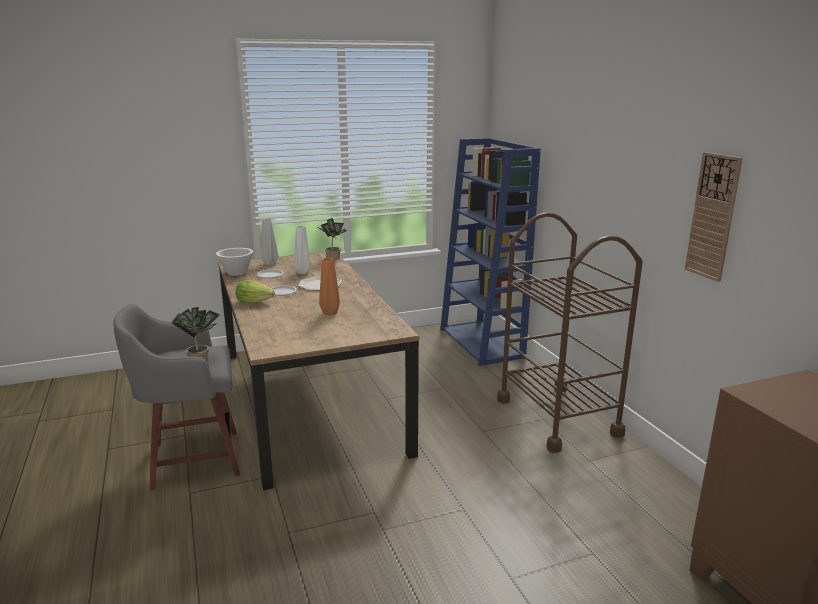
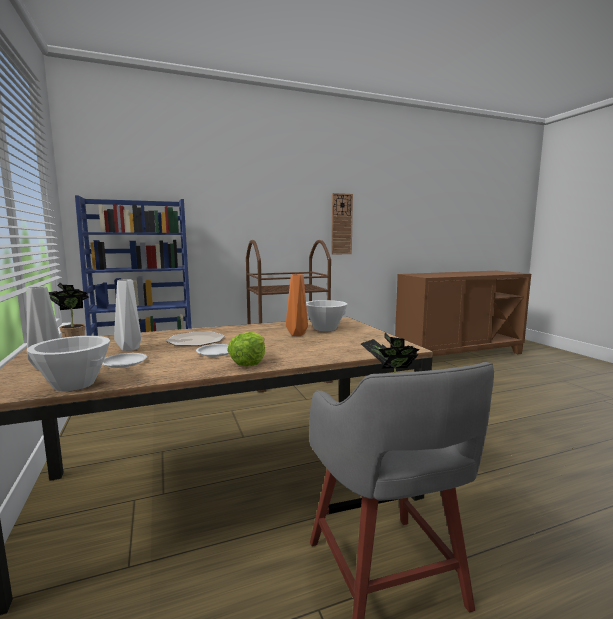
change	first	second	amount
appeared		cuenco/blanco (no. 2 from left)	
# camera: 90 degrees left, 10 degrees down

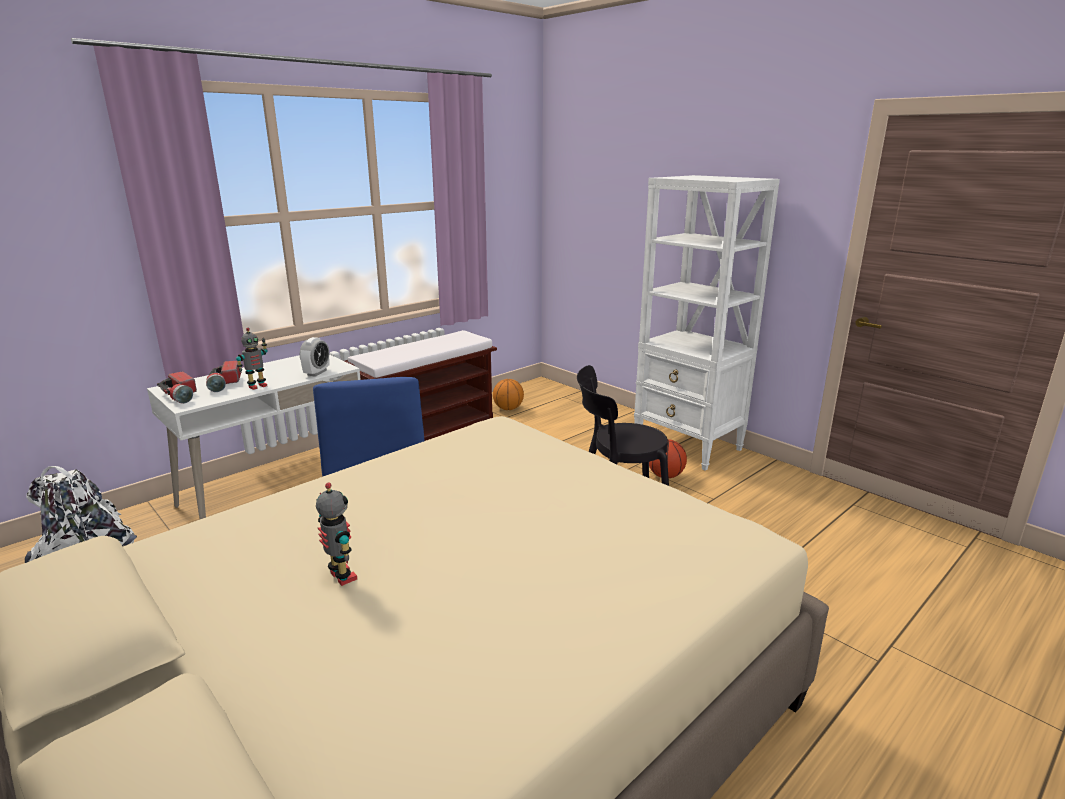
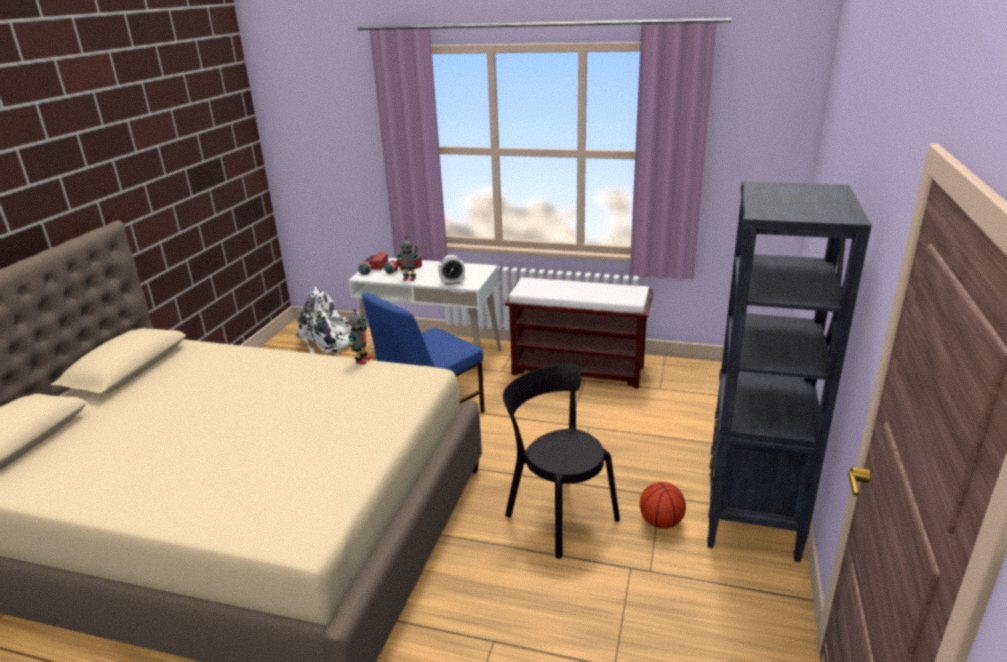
change	first	second	amount
relocated	robot de juguete (no. 2 from left in the first image)	robot de juguete (no. 1 from left)	
colour	estantería/blanco	estantería/negro	
missing	balón de baloncesto (no. 1 from left)		
# camera: 60 degrees right, 5 degrees up

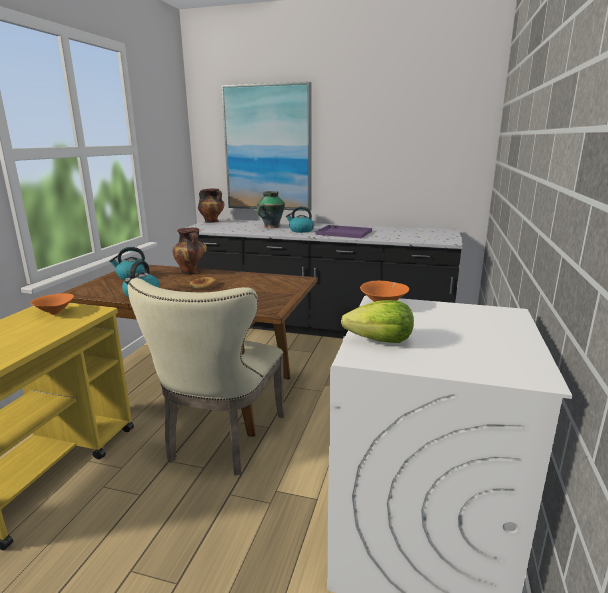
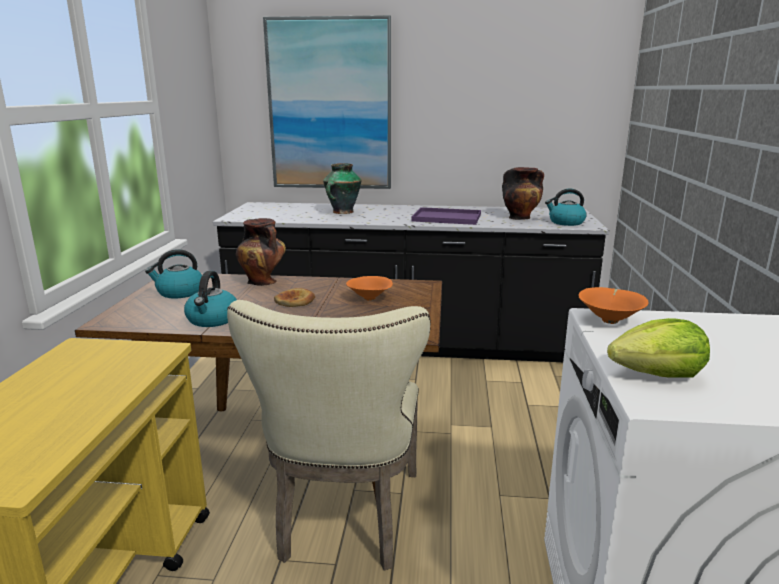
change	first	second	amount
relocated	cuenco/naranja (no. 1 from left)		
relocated	florero (no. 2 from left in the first image)	florero (no. 3 from left)	
relocated	hervidor (no. 3 from left)		
# camera: 10 degrees left, 0 degrees up

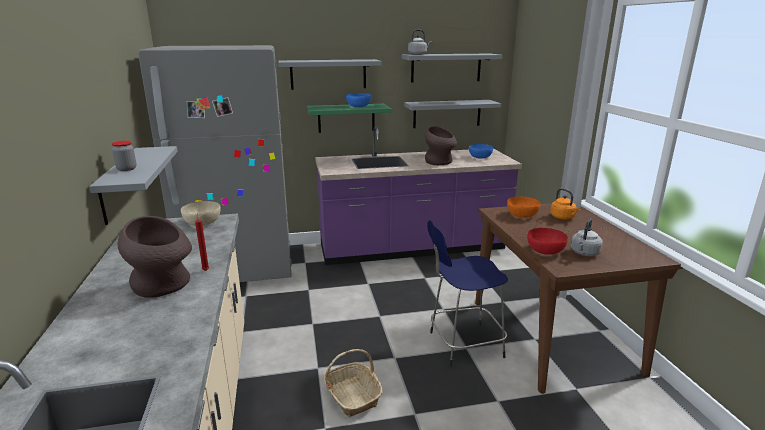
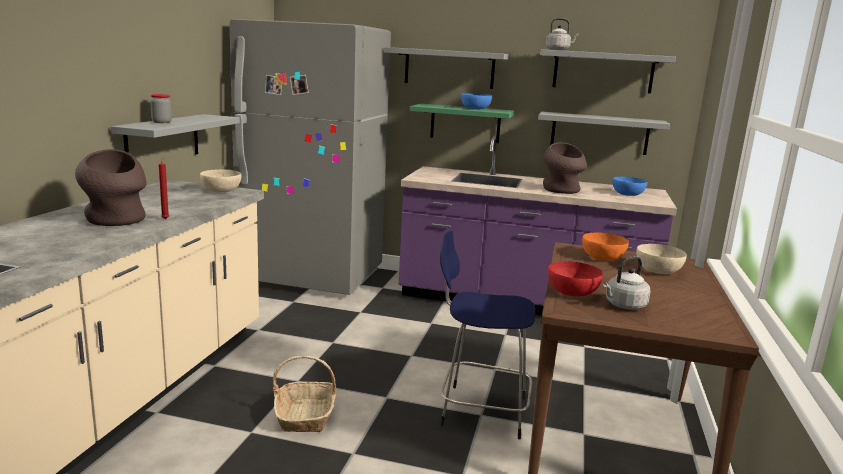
change	first	second	amount
exchanged	hervidor/naranja	cuenco/beis (no. 2 from left)	
# camera: 25 degrees right, 5 degrees down

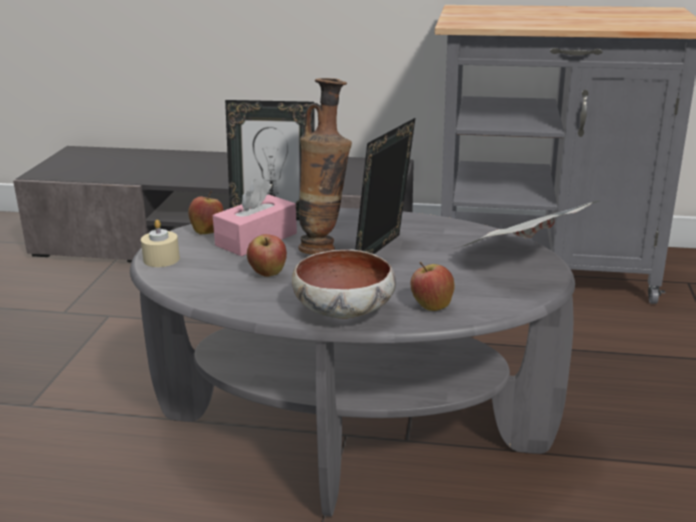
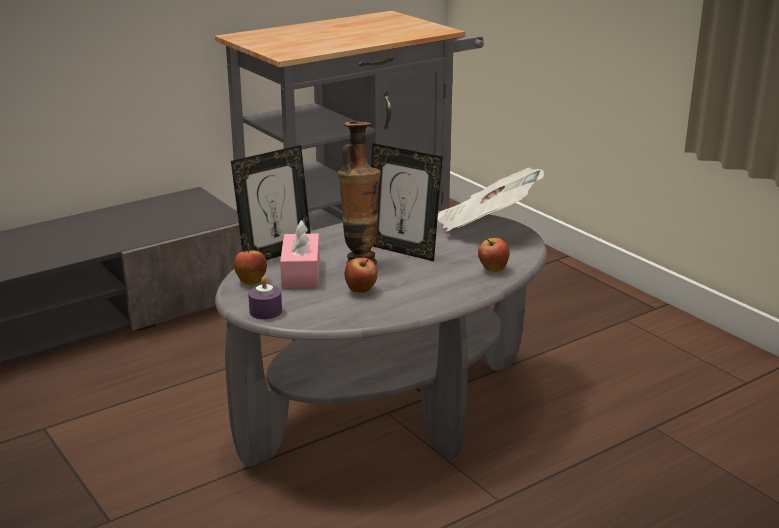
change	first	second	amount
colour	vela/beis	vela/morado	
spun	portarretratos (no. 2 from left)		45 degrees counterclockwise
missing	cuenco		
# camera: 45 degrees left, 0 degrees up

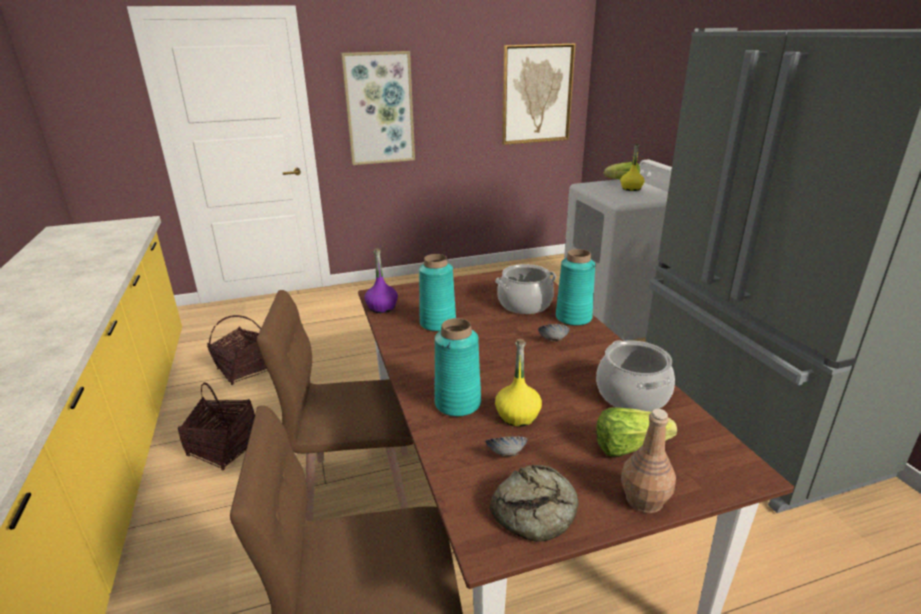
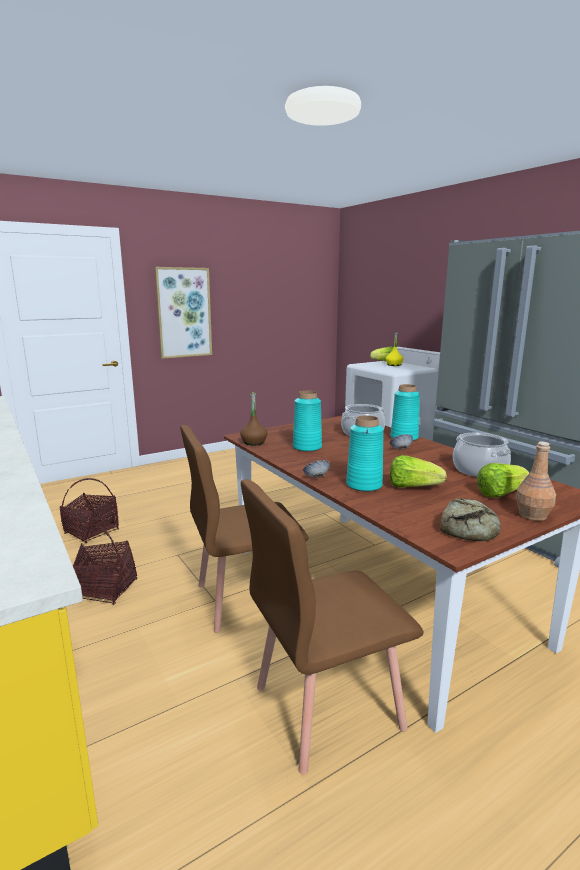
change	first	second	amount
colour	botella/morado	botella/marrón (no. 1 from left)	
relocated	cuenco (no. 1 from left)		
exchanged	botella/amarillo (no. 1 from left)	lechuga (no. 2 from left)	
missing	cuadro (no. 2 from left)		
# camera: 15 degrees left, 10 degrees down

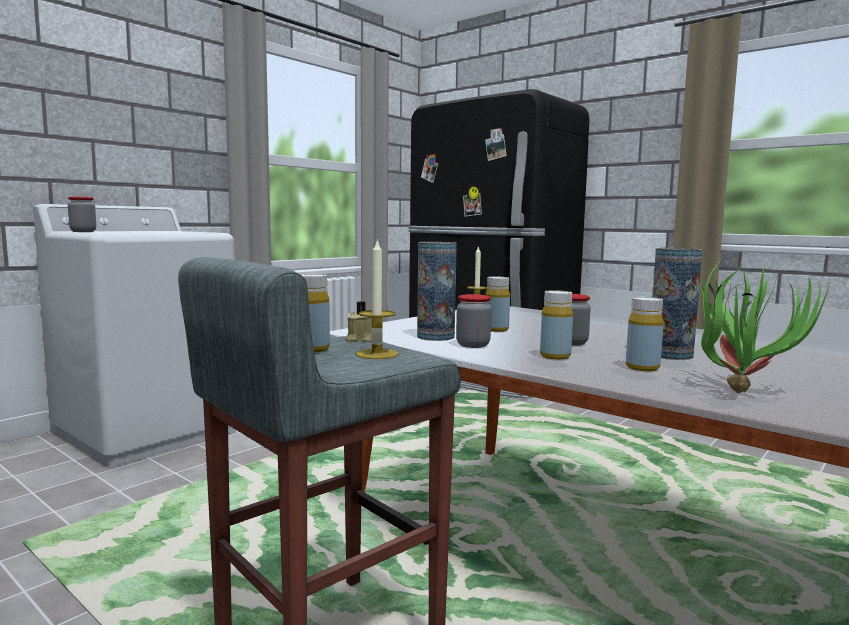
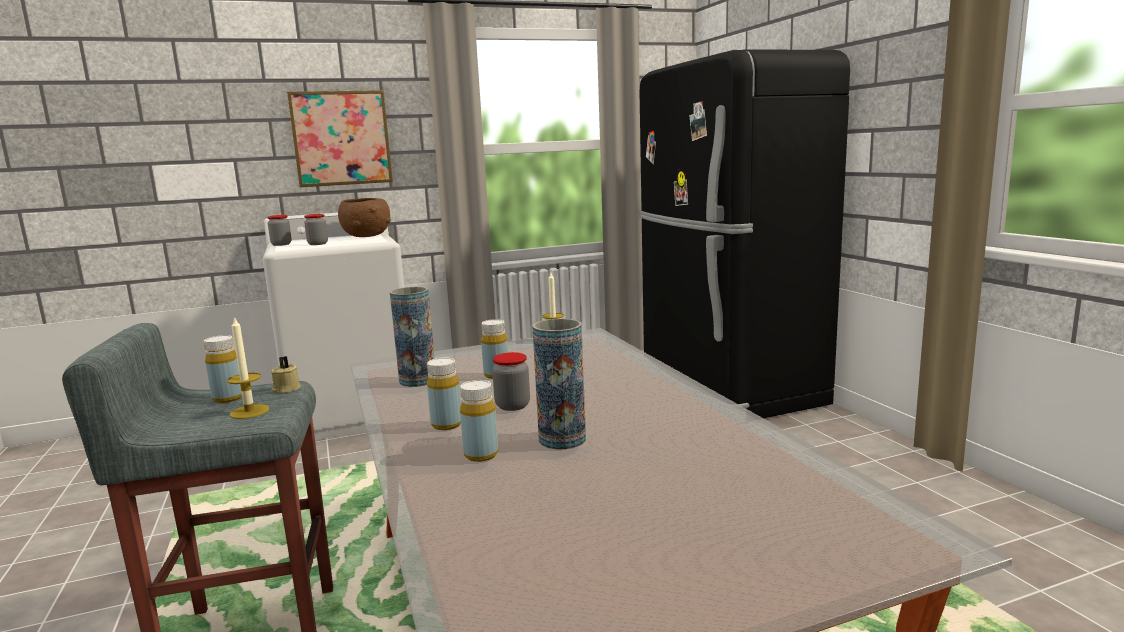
change	first	second	amount
appeared		cuadro	
relocated	tarro (no. 2 from left)		
appeared		cuenco/marrón	
missing	planta en maceta		
# camera: 30 degrees right, 5 degrees up

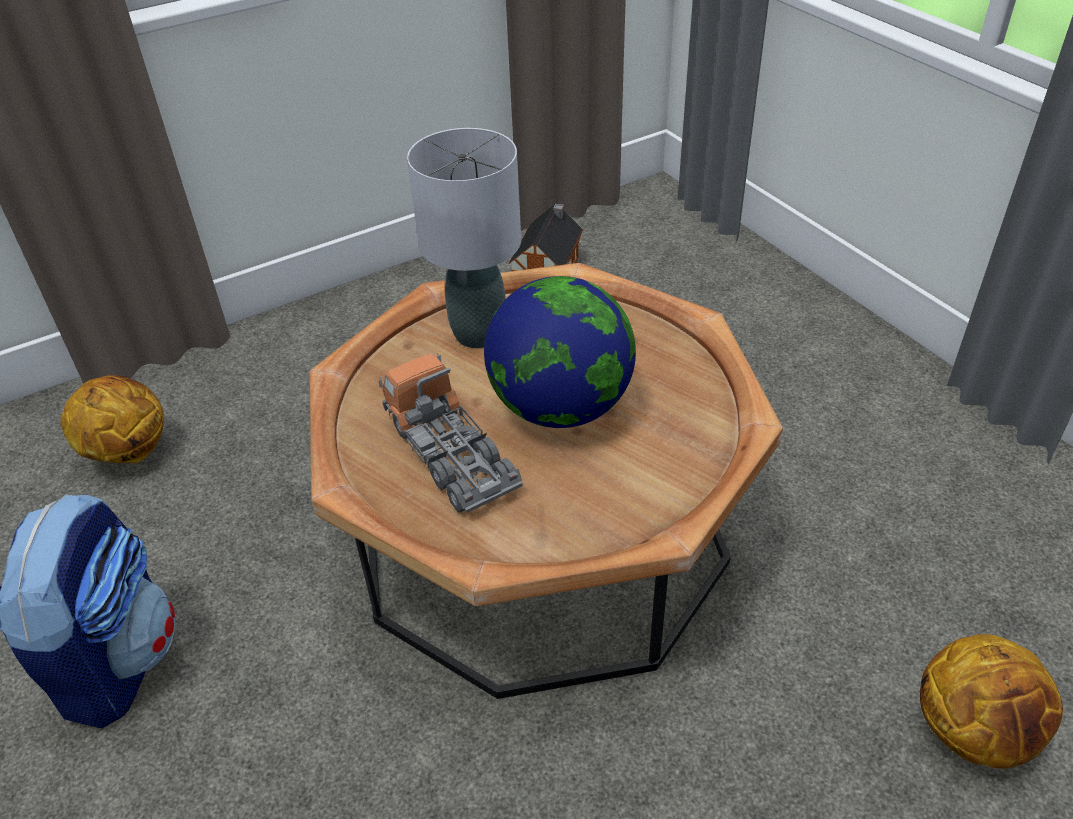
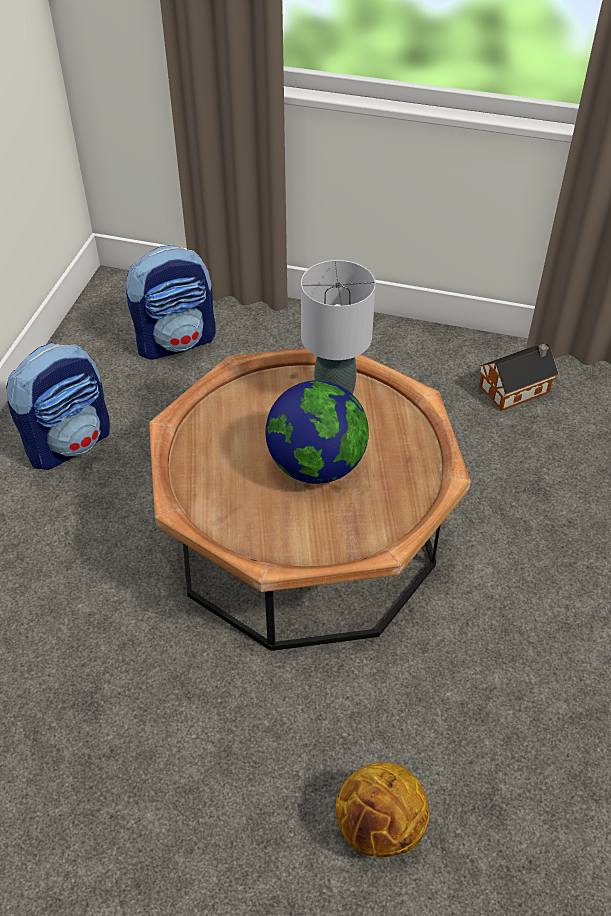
change	first	second	amount
exchanged	balón de baloncesto (no. 1 from left)	mochila (no. 2 from left)	
missing	camión de juguete		
# camera: 45 degrees right, 5 degrees up

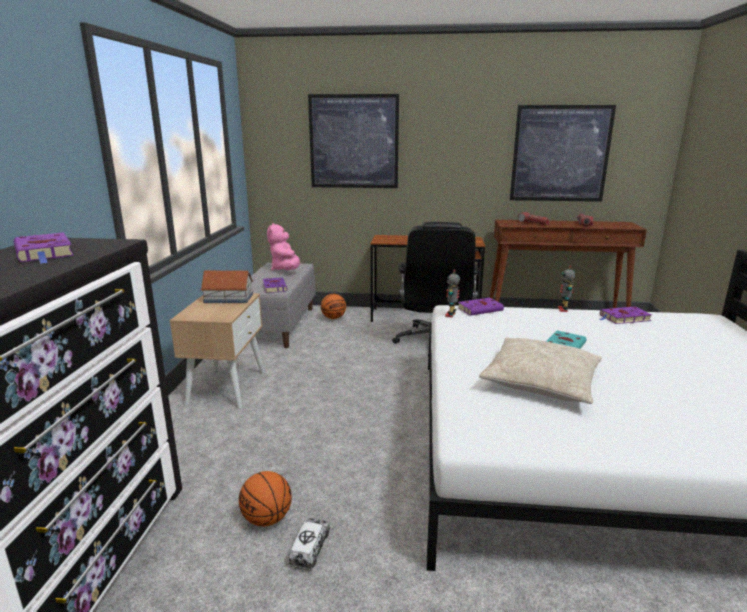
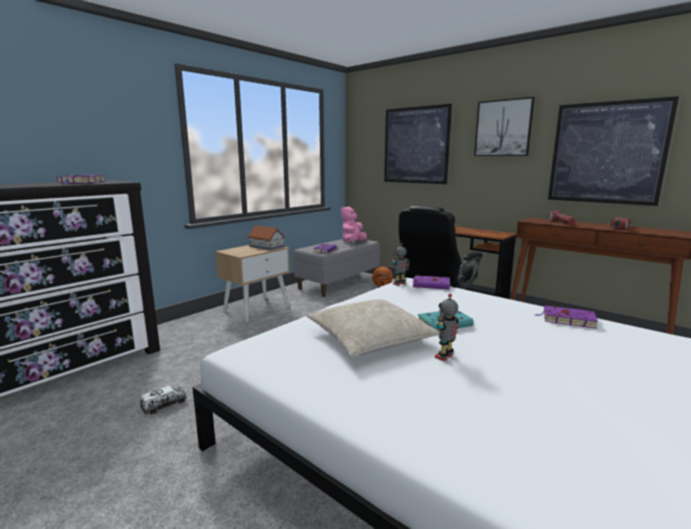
change	first	second	amount
relocated	robot de juguete (no. 2 from left)		
appeared		cuadro (no. 2 from left)	
missing	balón de baloncesto (no. 1 from left)		
# camera: 35 degrees right, 5 degrees down

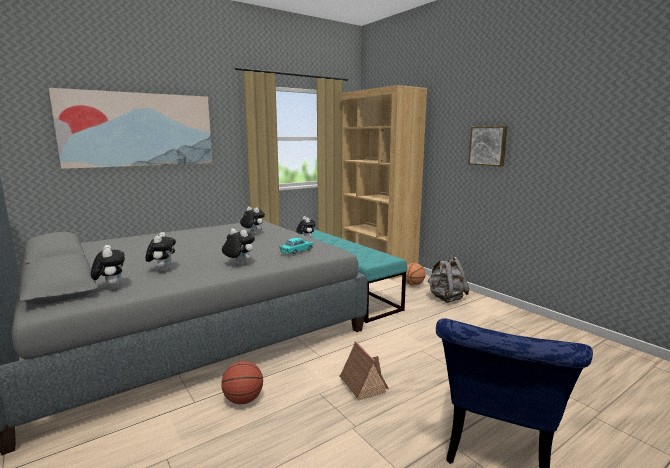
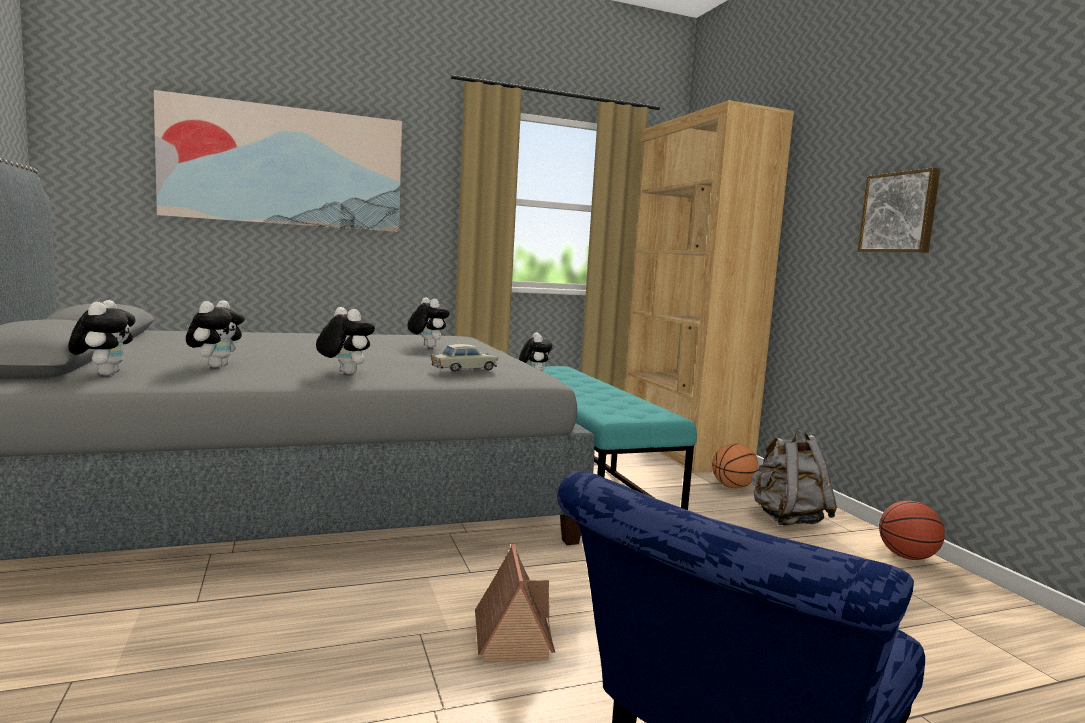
change	first	second	amount
colour	coche de juguete/turquesa	coche de juguete/beis	
relocated	balón de baloncesto (no. 1 from left in the first image)	balón de baloncesto (no. 2 from left)	
# camera: 15 degrees right, 5 degrees down

